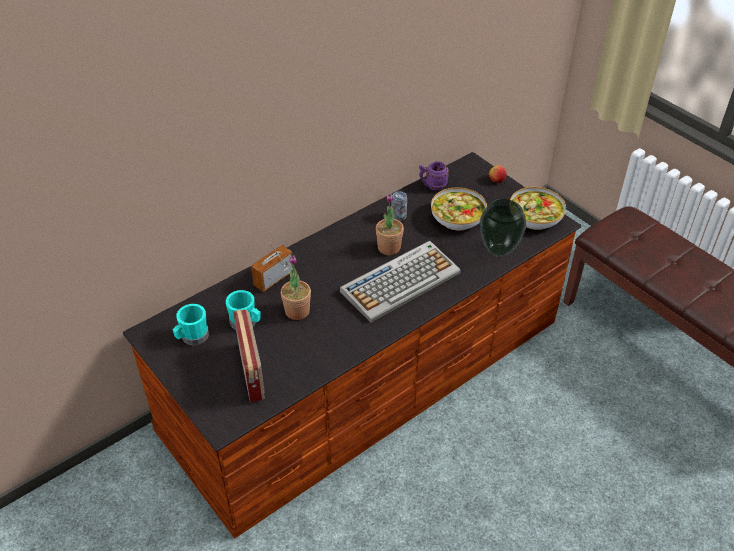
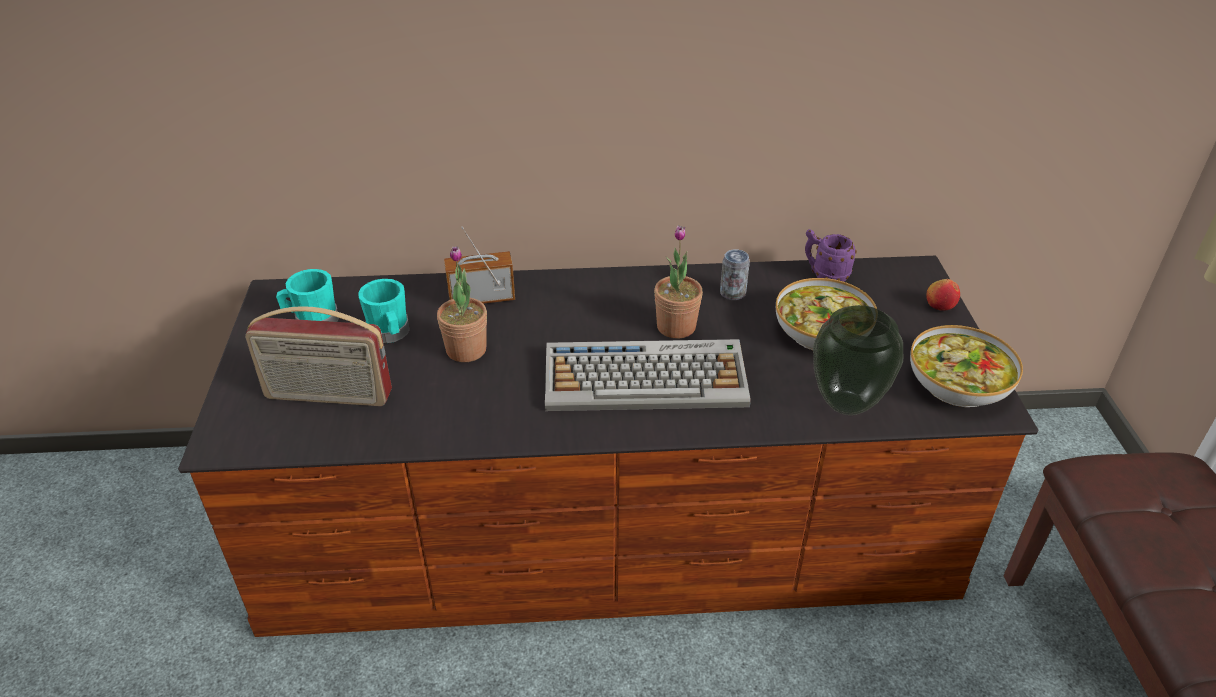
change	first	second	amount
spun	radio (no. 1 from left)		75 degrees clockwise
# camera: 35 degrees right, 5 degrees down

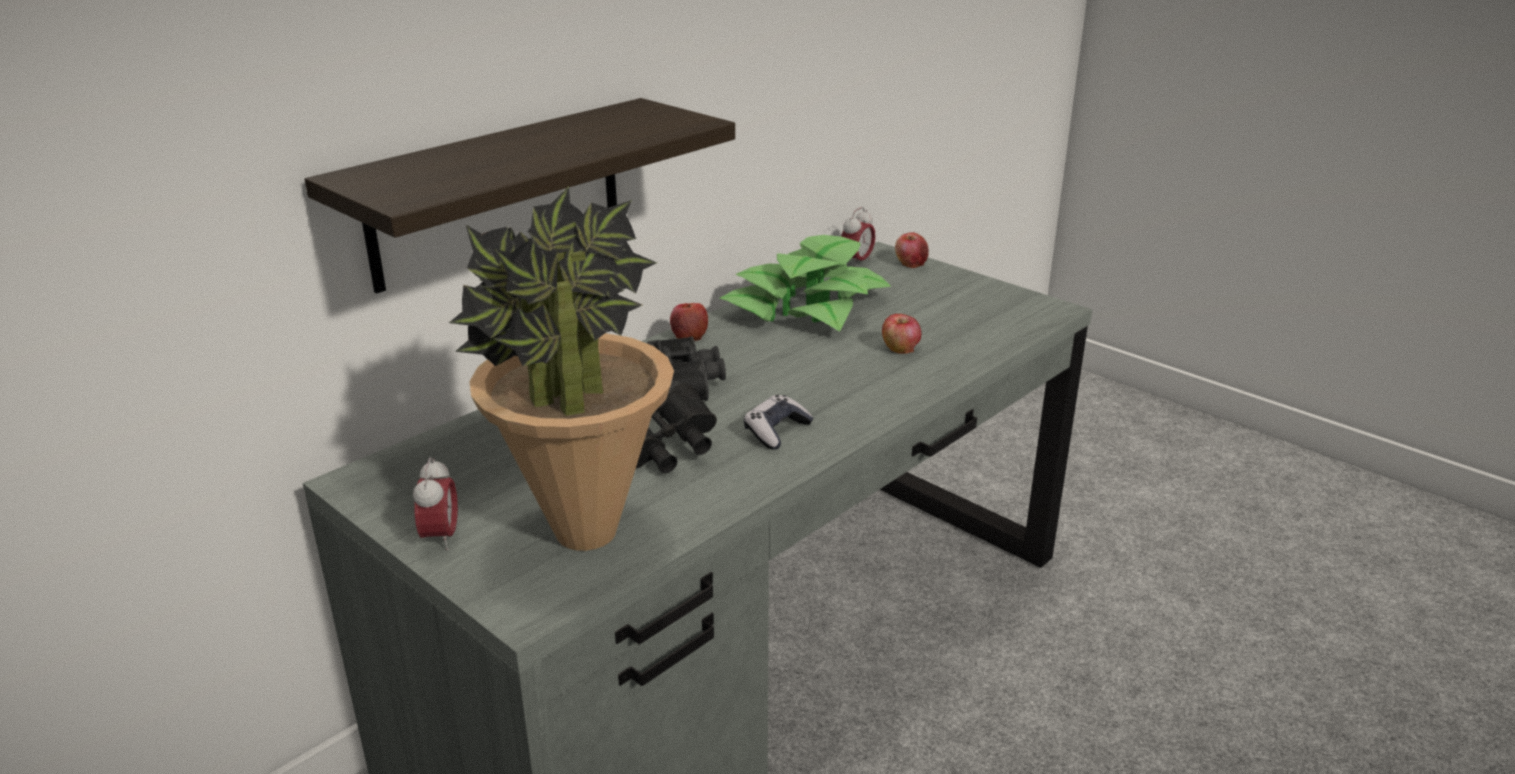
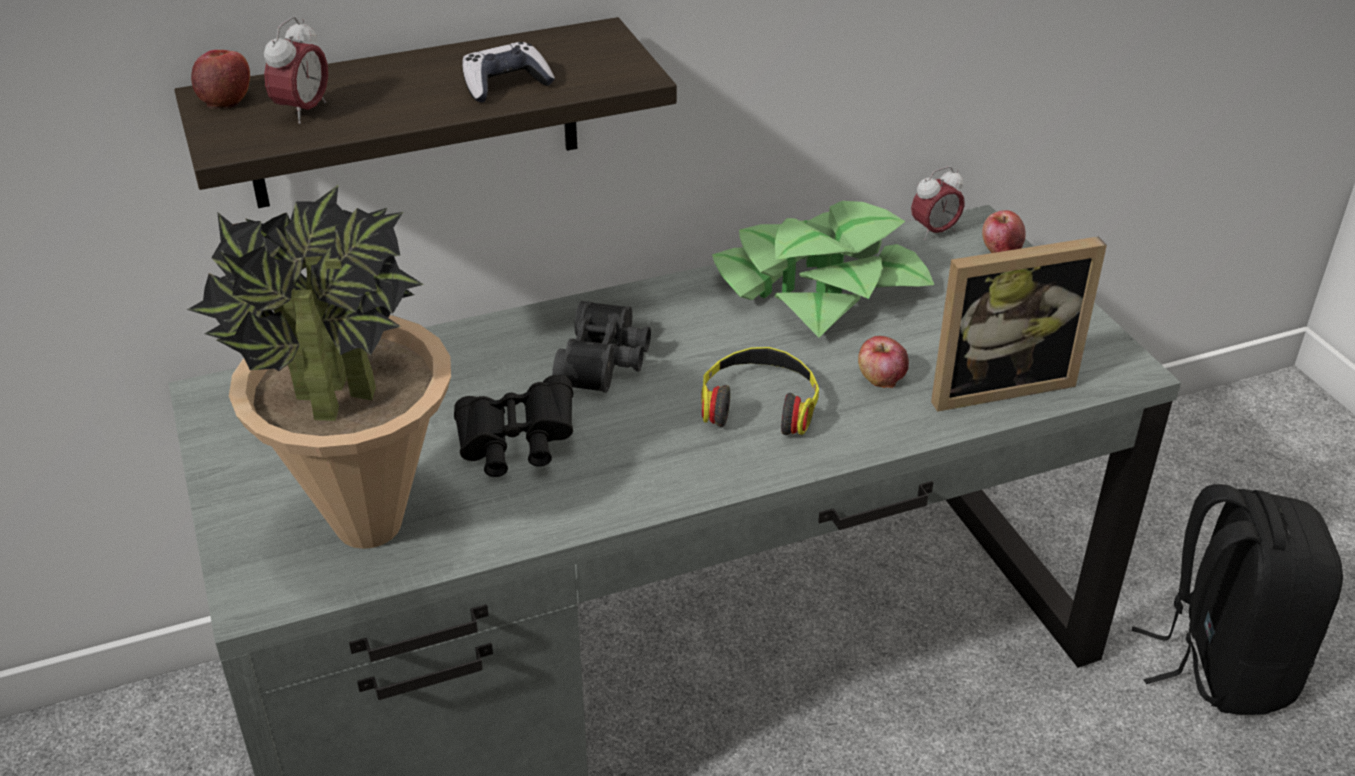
change	first	second	amount
relocated	manzana (no. 1 from left)		
relocated	despertador (no. 1 from left)		
relocated	mando de consola		
appeared		auriculares	
appeared		portarretratos	
appeared		mochila/negro	
# camera: 25 degrees right, 10 degrees up

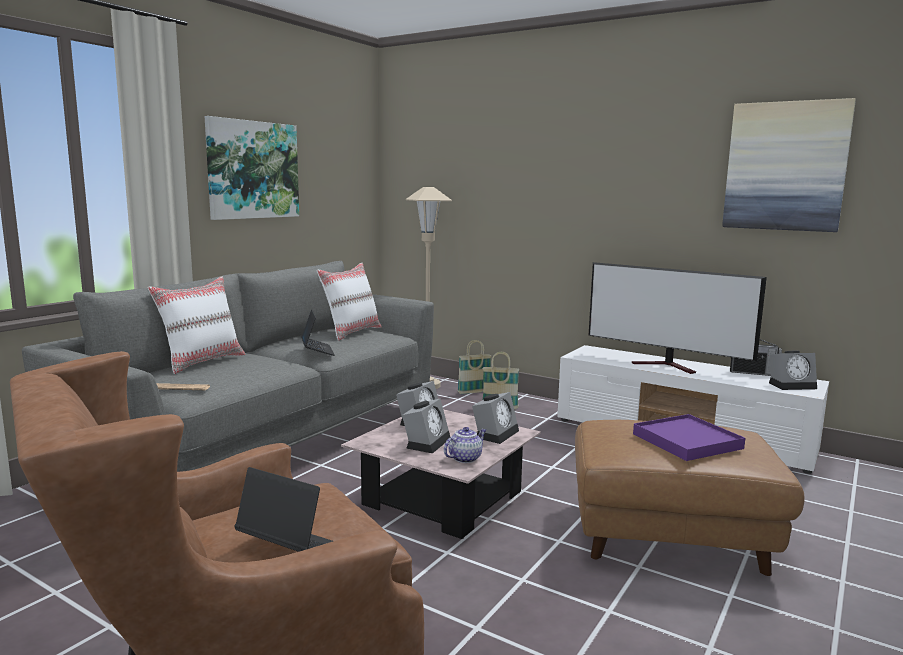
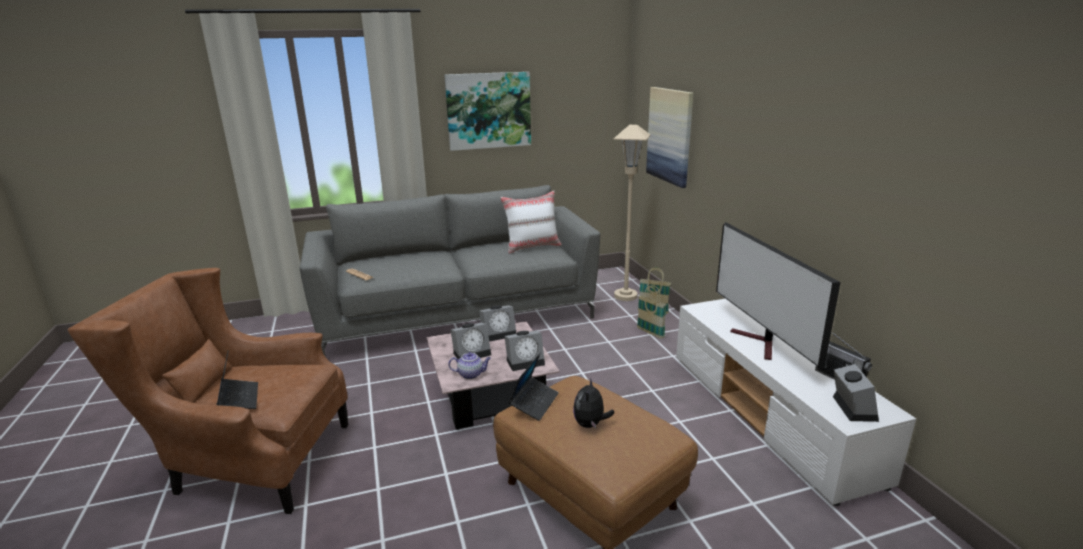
change	first	second	amount
relocated	portátil (no. 2 from left)		
exchanged	bandeja/morado	peluche	
relocated	cuadro (no. 2 from left)		
spun	despertador (no. 4 from left)		120 degrees counterclockwise
missing	cojín/blanco (no. 1 from left)		
# camera: 40 degrees right, 10 degrees up

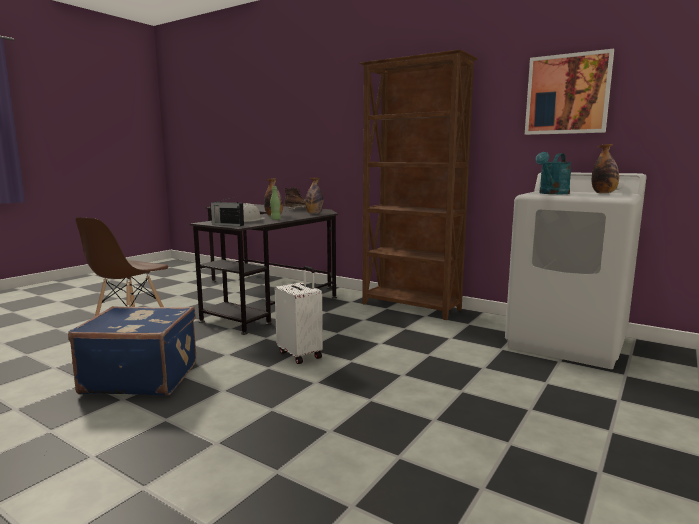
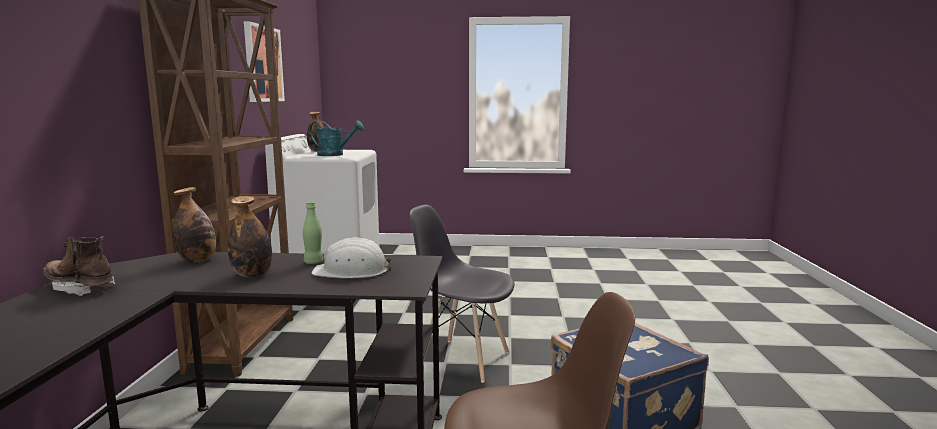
change	first	second	amount
exchanged	maleta/blanco	silla/gris	
missing	radio		
# camera: 120 degrees left, 0 degrees up

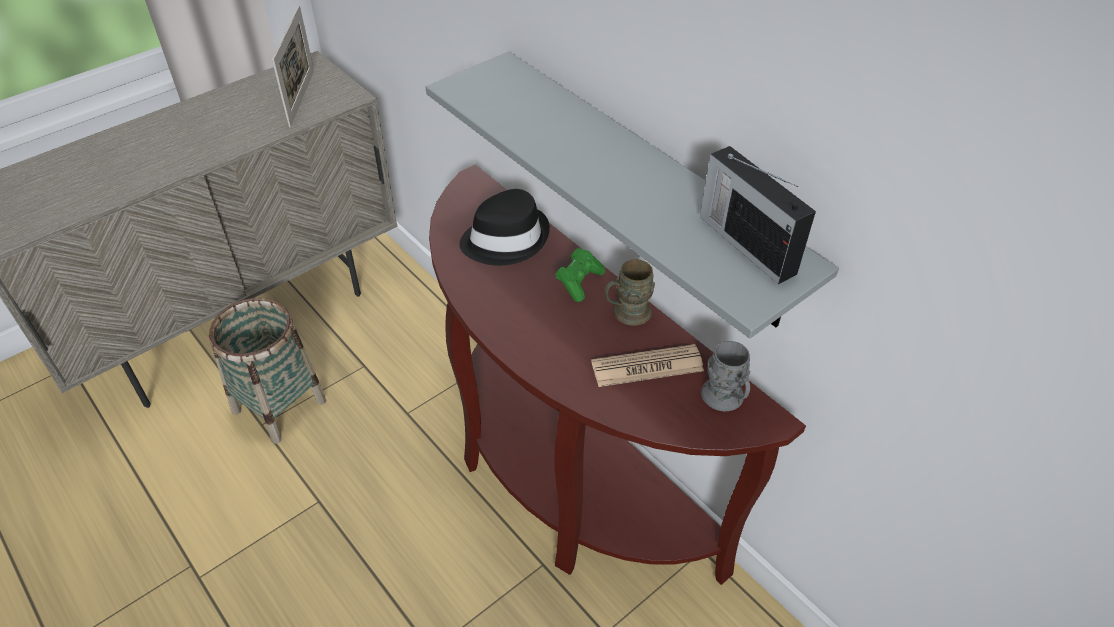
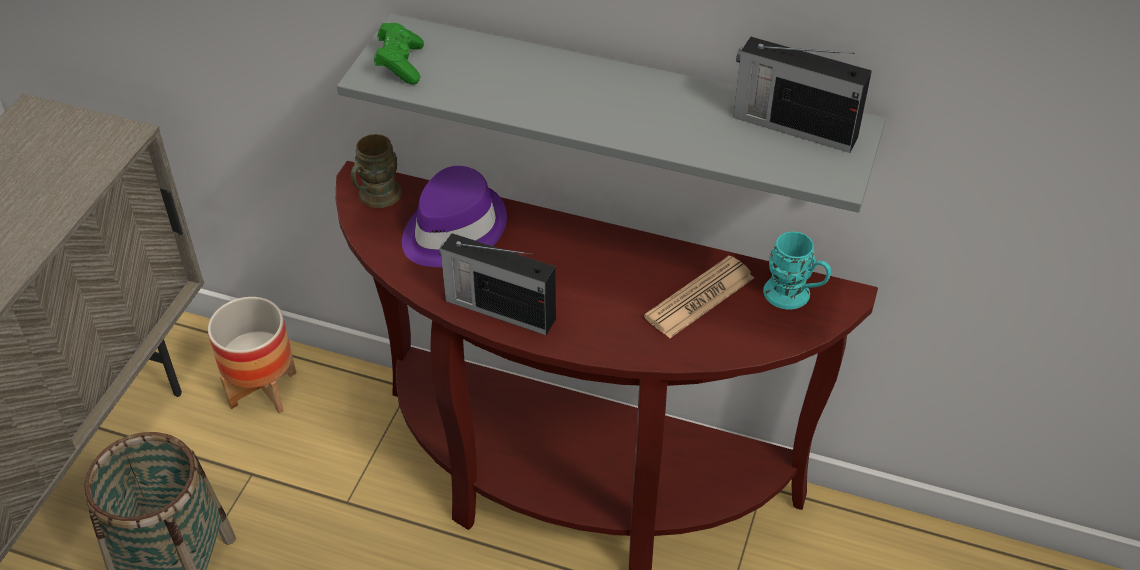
change	first	second	amount
appeared		maceta	
relocated	taza grande/marrón		
relocated	mando de consola/verde		
colour	sombrero/negro	sombrero/morado	
appeared		radio (no. 1 from left)	
colour	taza grande/gris	taza grande/turquesa	
missing	portarretratos		
# camera: 30 degrees left, 0 degrees up

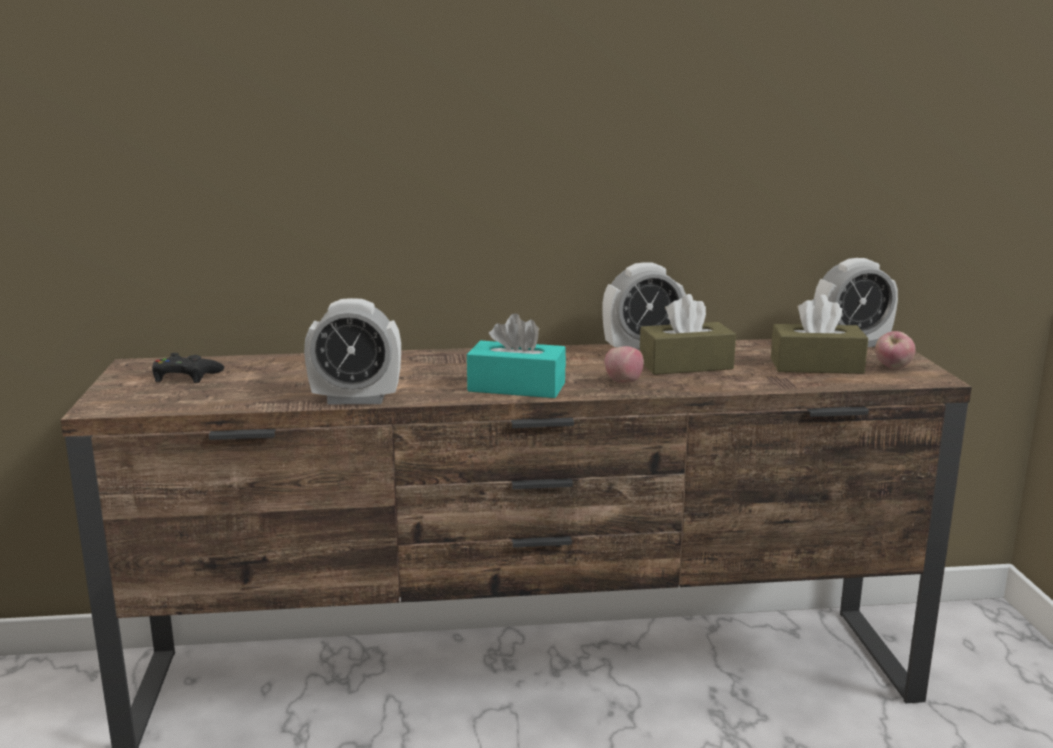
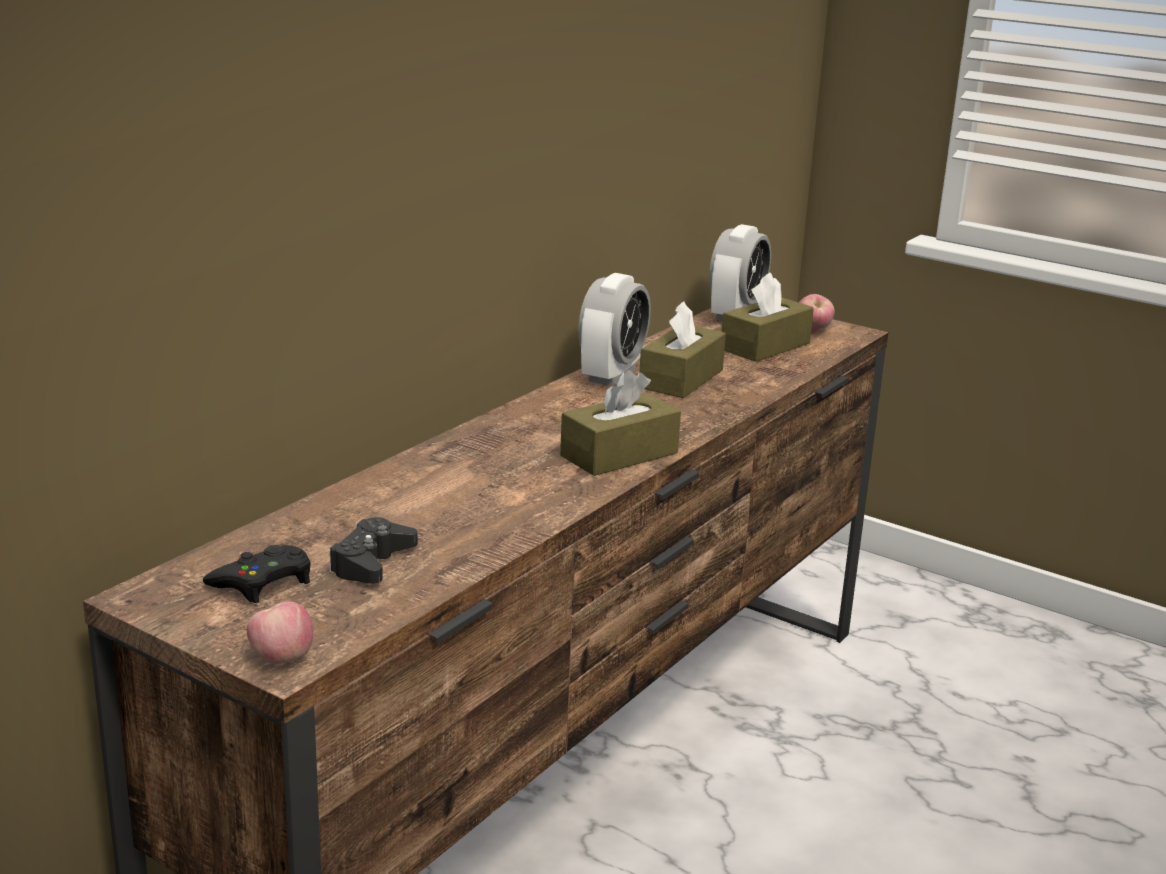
change	first	second	amount
relocated	manzana (no. 1 from left)		
appeared		mando de consola/negro (no. 2 from left)	
colour	caja de pañuelos/turquesa	caja de pañuelos/marrón (no. 1 from left)	
missing	despertador (no. 1 from left)		
# camera: 50 degrees left, 5 degrees up

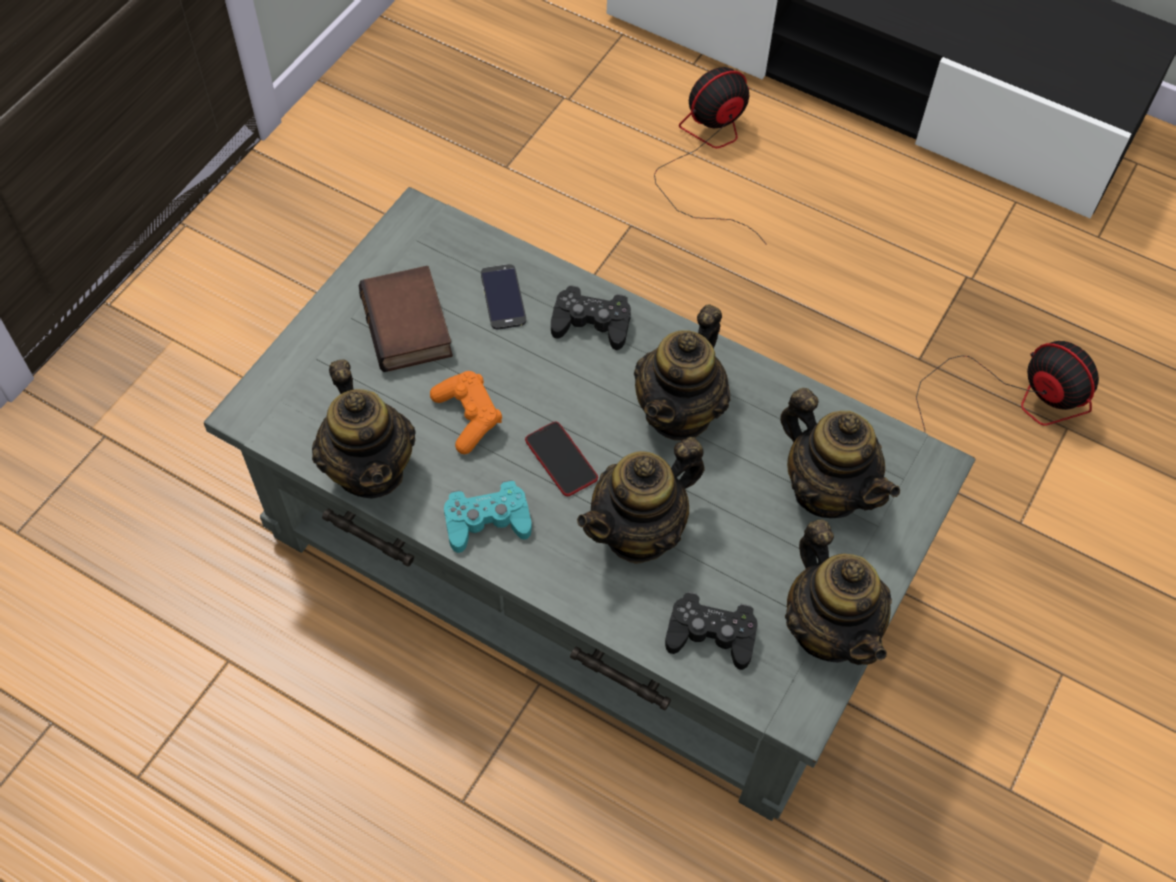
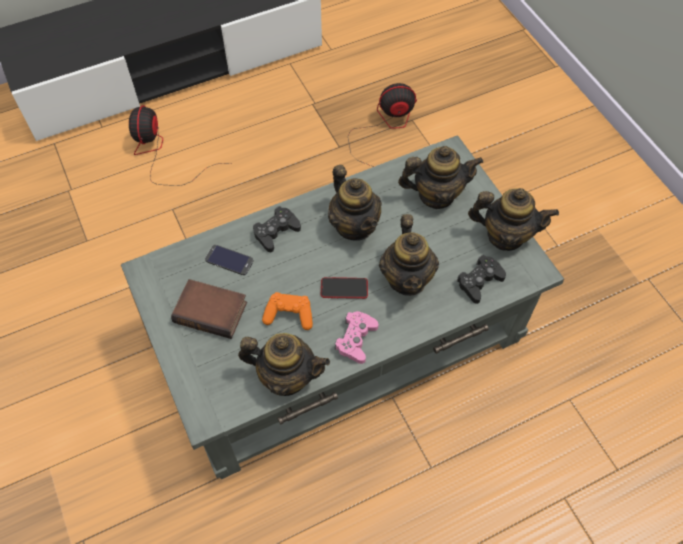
change	first	second	amount
colour	mando de consola/turquesa	mando de consola/rosa	
# camera: 55 degrees left, 0 degrees up

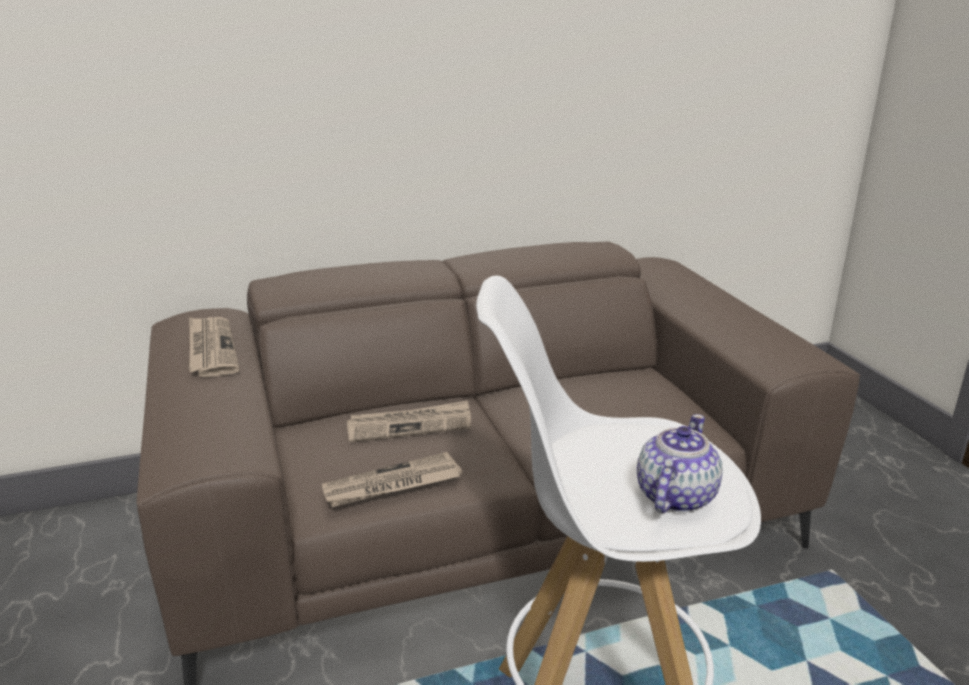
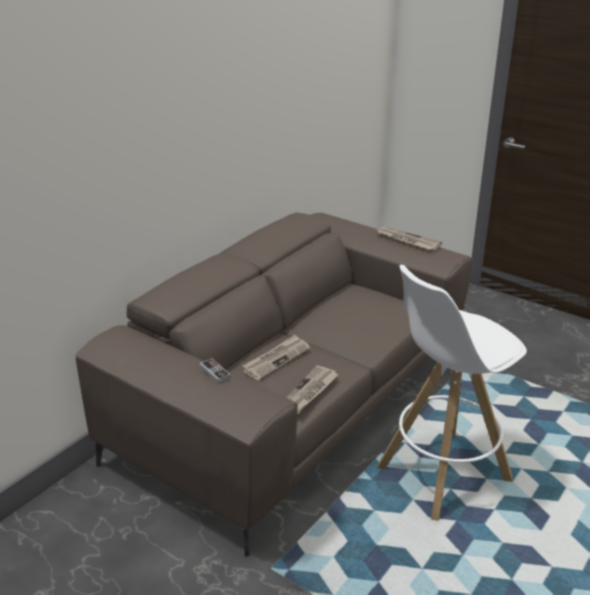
change	first	second	amount
appeared		mando de consola	
relocated	periódico (no. 1 from left in the first image)	periódico (no. 3 from left)	
missing	tetera		
# camera: 35 degrees left, 5 degrees up

